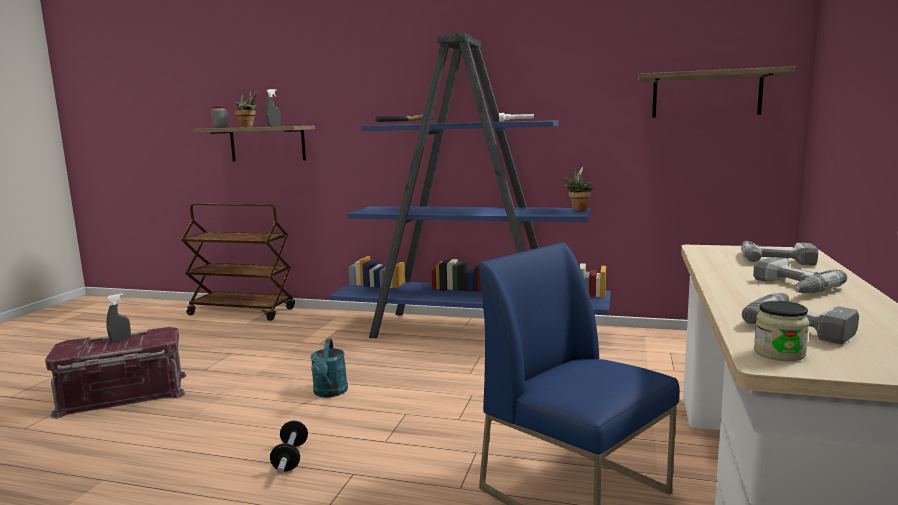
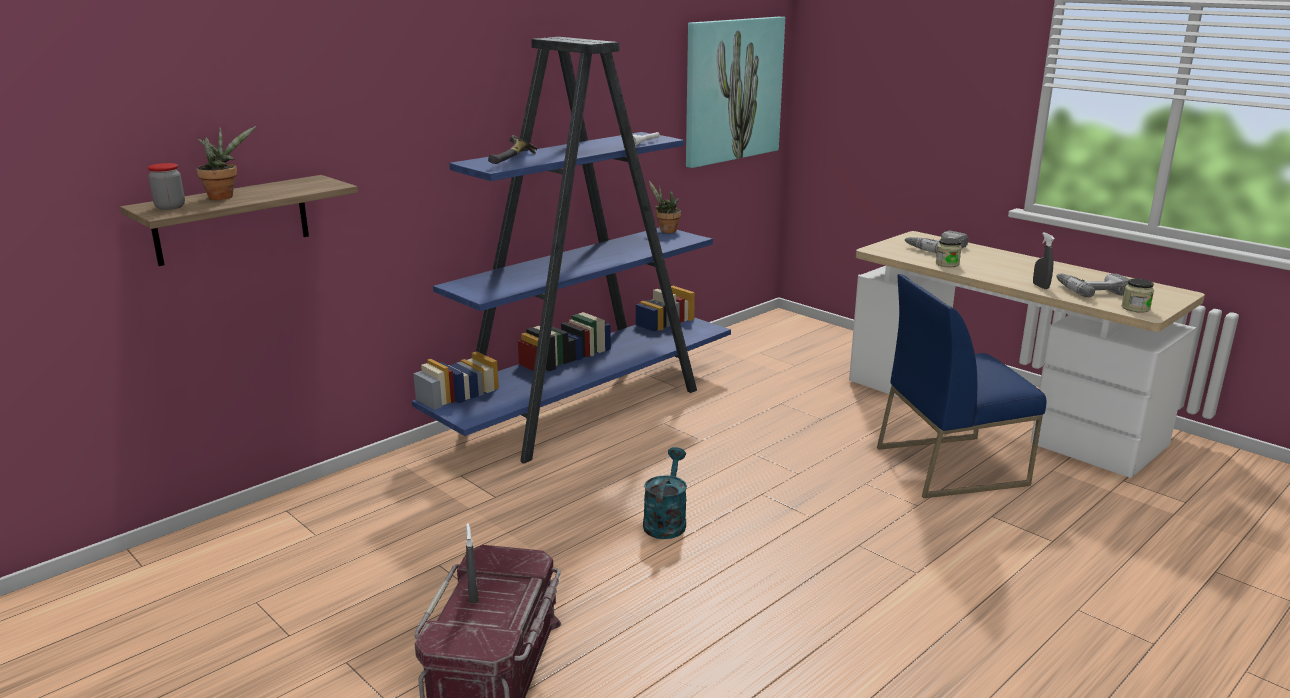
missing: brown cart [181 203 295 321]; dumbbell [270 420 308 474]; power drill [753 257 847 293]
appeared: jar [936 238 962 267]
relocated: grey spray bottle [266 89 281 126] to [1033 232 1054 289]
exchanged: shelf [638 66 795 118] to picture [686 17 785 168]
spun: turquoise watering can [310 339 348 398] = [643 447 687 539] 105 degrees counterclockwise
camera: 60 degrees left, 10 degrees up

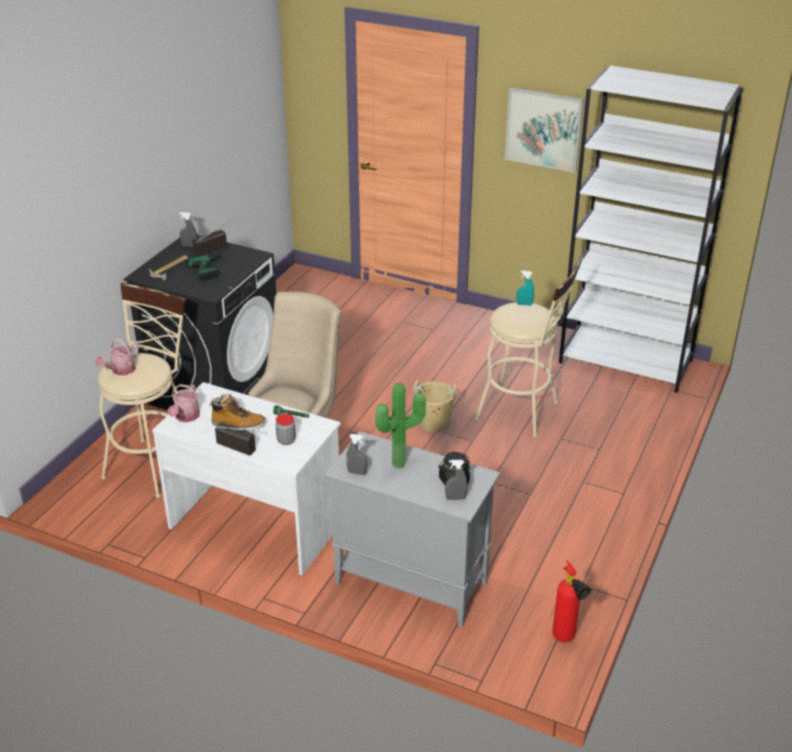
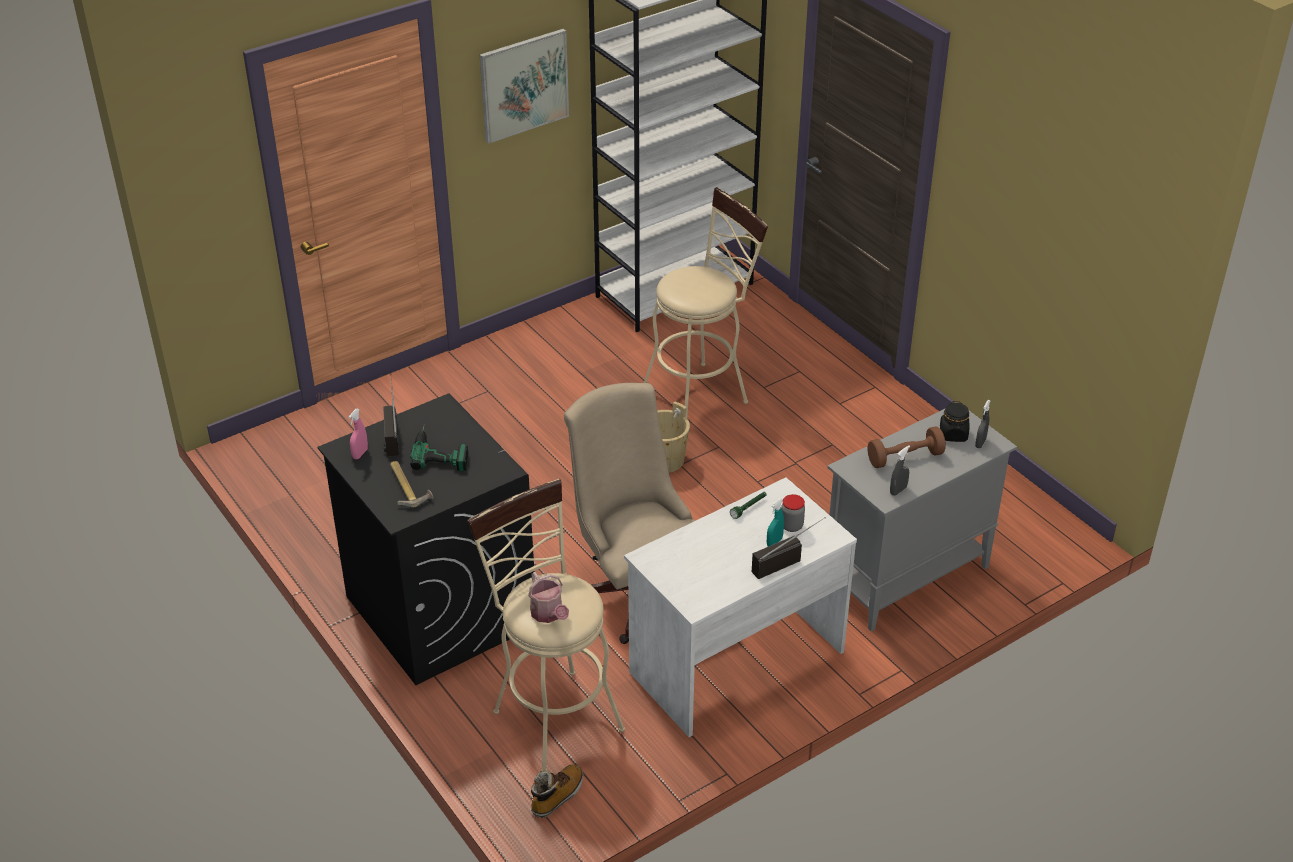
missing: watering can [168 384 200 422]; fire extinguisher [552 560 591 642]
relocated: boot [209 393 266 432] to [531 765 583 818]; turquoise spray bottle [517 271 534 306] to [767 498 784 546]
exchanged: potted plant [375 383 426 468] to brown dumbbell [868 426 946 468]
colour: grey spray bottle [179 212 197 247] to pink spray bottle [348 409 368 459]
camera: 60 degrees left, 5 degrees up

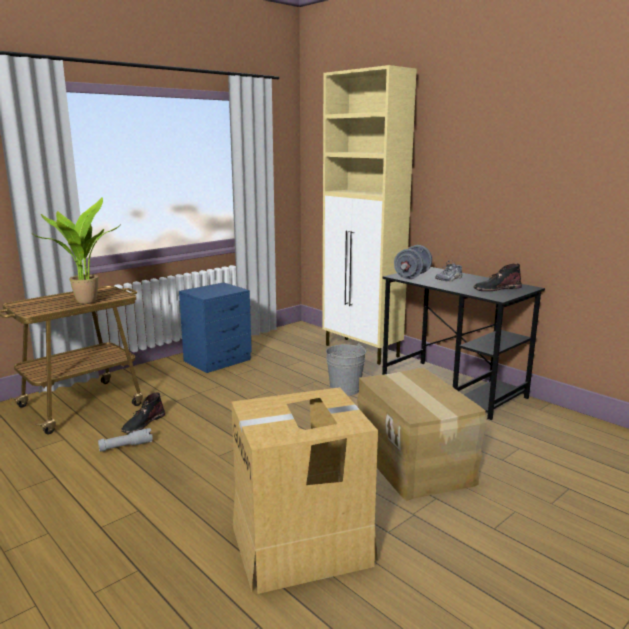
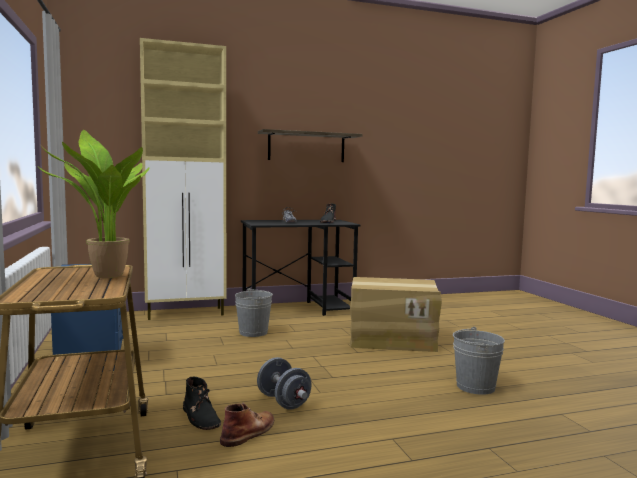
appeared: shelf [258 129 363 162]
relocated: grey dumbbell [394 245 432 279] to [257 357 312 410]
exchanged: grey flashlight [98 428 153 452] to brown boot [220 403 274 447]; cardboard box [231 387 378 594] to grey bucket [453 327 505 395]
camera: 65 degrees left, 10 degrees down

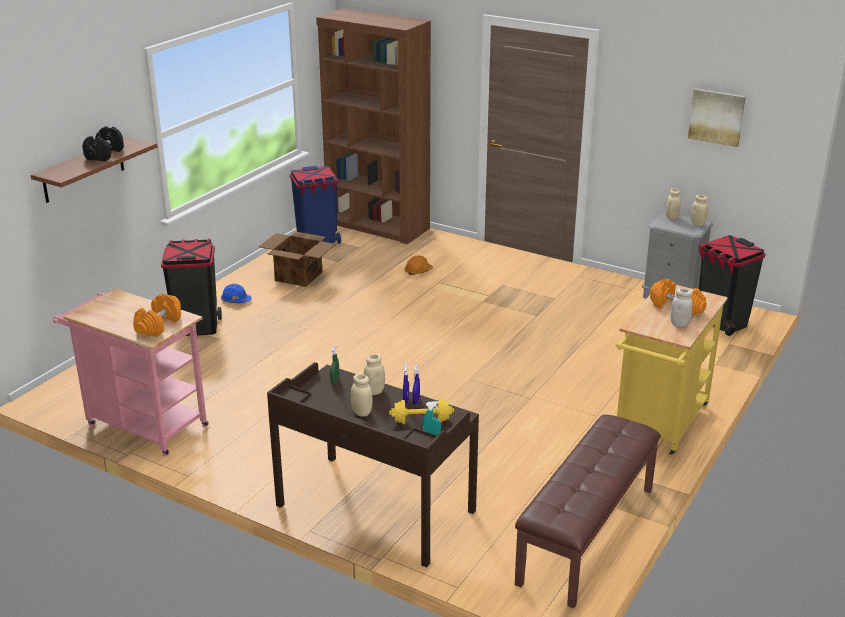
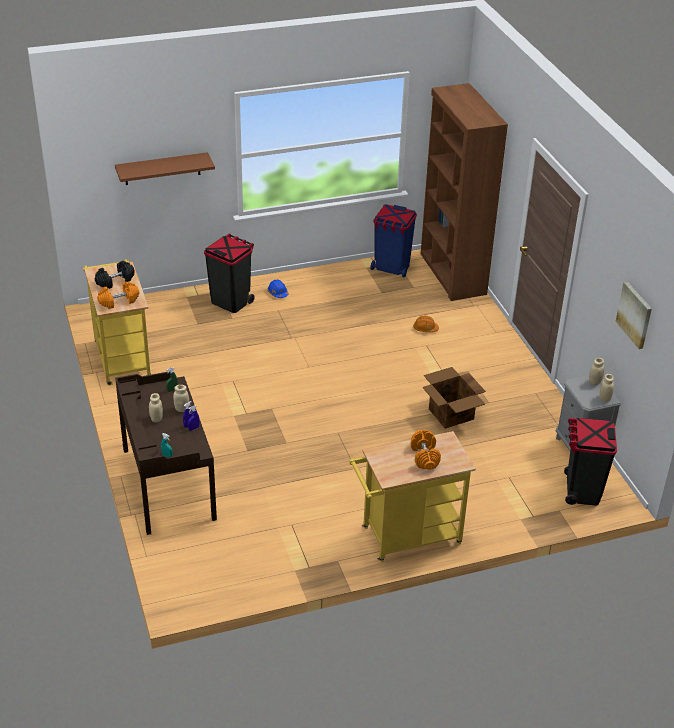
missing: yellow dumbbell [389 398 454 424]; brown bench [515 415 661 609]; white jar [671 288 692 327]
relocated: black dumbbell [82 126 124 161] to [95 261 135 289]; cardboard box [258 232 336 287] to [422 367 486 429]
colour: pink cart [53 289 209 457] to yellow cart [83 259 152 386]
camera: 40 degrees right, 10 degrees up

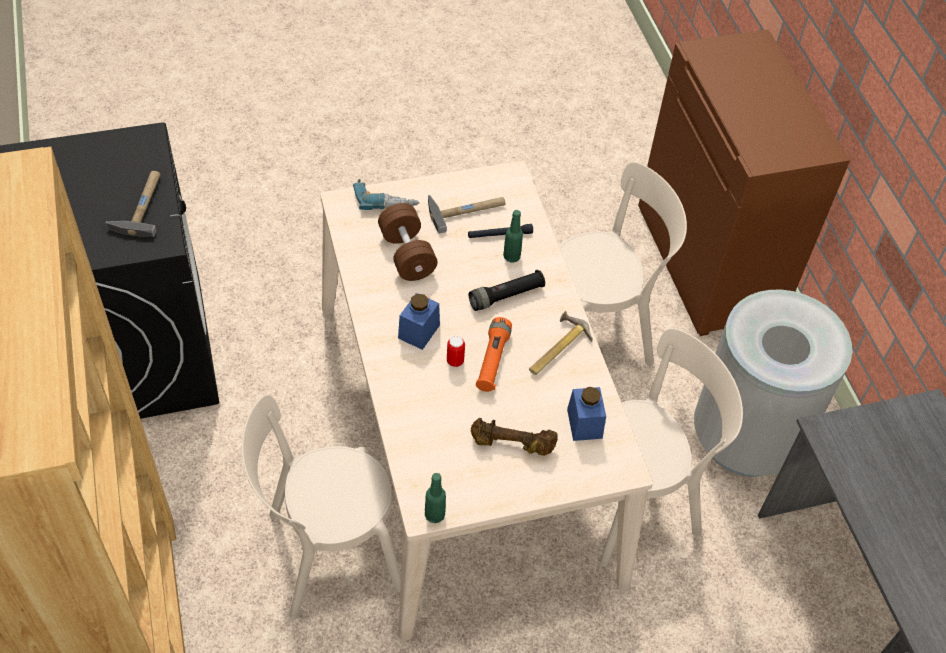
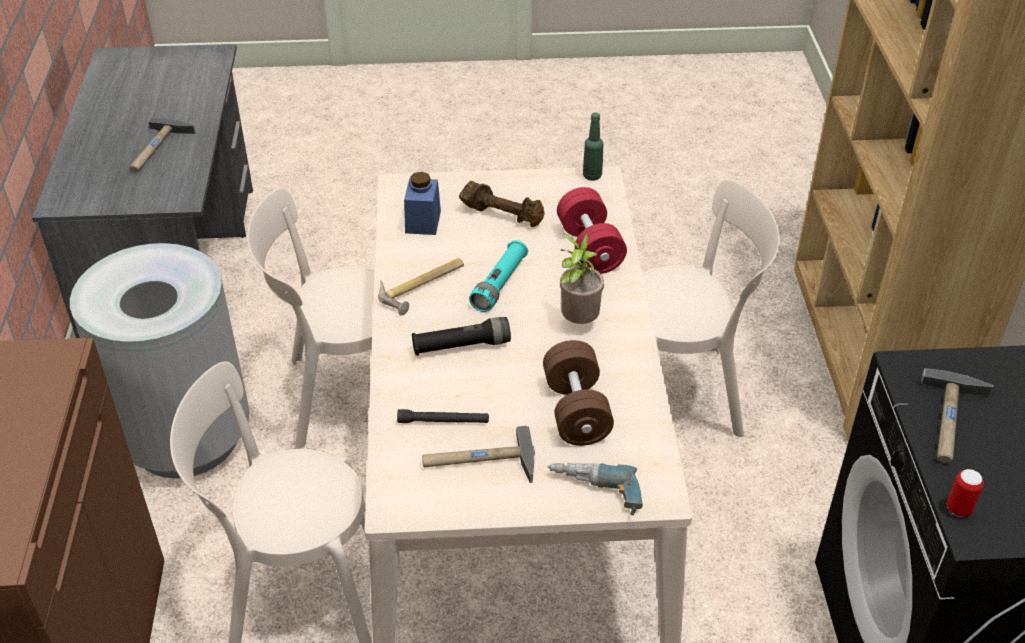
missing: green bottle [503 210 523 263]
appeared: hammer [129 117 196 172]; red dumbbell [557 187 627 274]
relocated: can [447 336 465 367] to [947 469 984 517]
exchanged: blue jar [398 293 440 350] to potted plant [559 232 604 324]
colour: orange flashlight [476 317 512 392] to turquoise flashlight [469 240 528 312]
camera: 165 degrees left, 10 degrees down

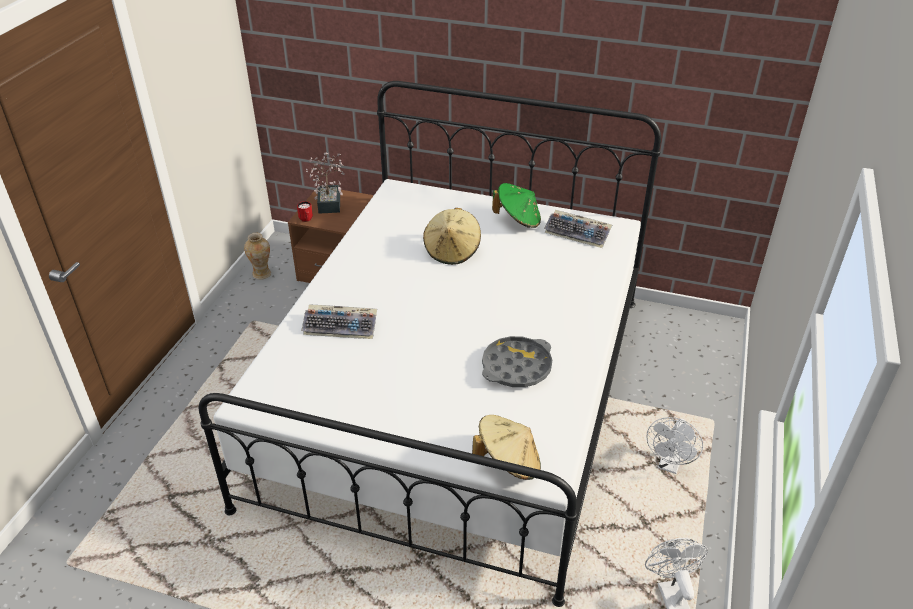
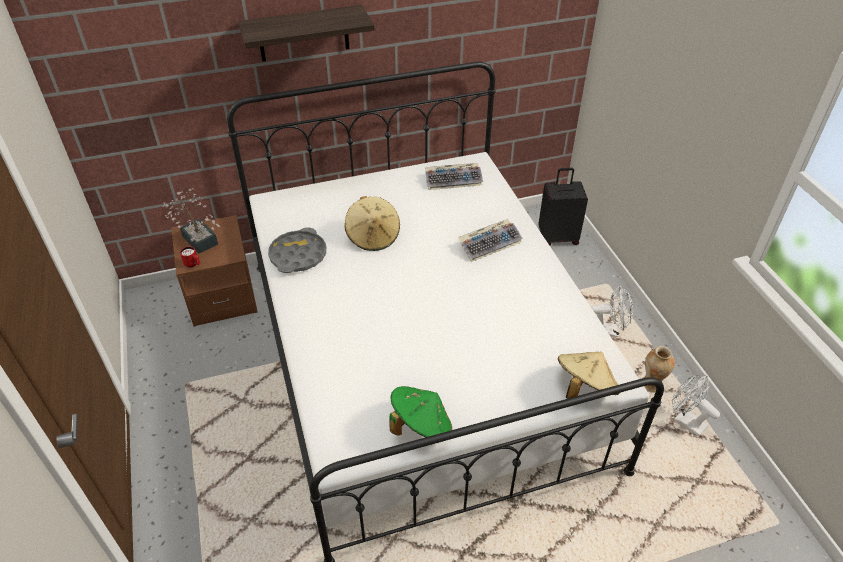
appeared: shelf [238 5 375 62]; black suitcase [538 168 588 246]
relocated: vase [244 233 271 280] to [644 346 675 393]; keyboard [301 304 377 339] to [458 219 523 262]; grey tray [482 336 552 387] to [268 227 326 273]; green hat [492 183 541 228] to [390 386 452 437]
spun: white fan [647 417 703 474] = [591 286 633 337] 75 degrees counterclockwise
camera: 35 degrees left, 5 degrees up

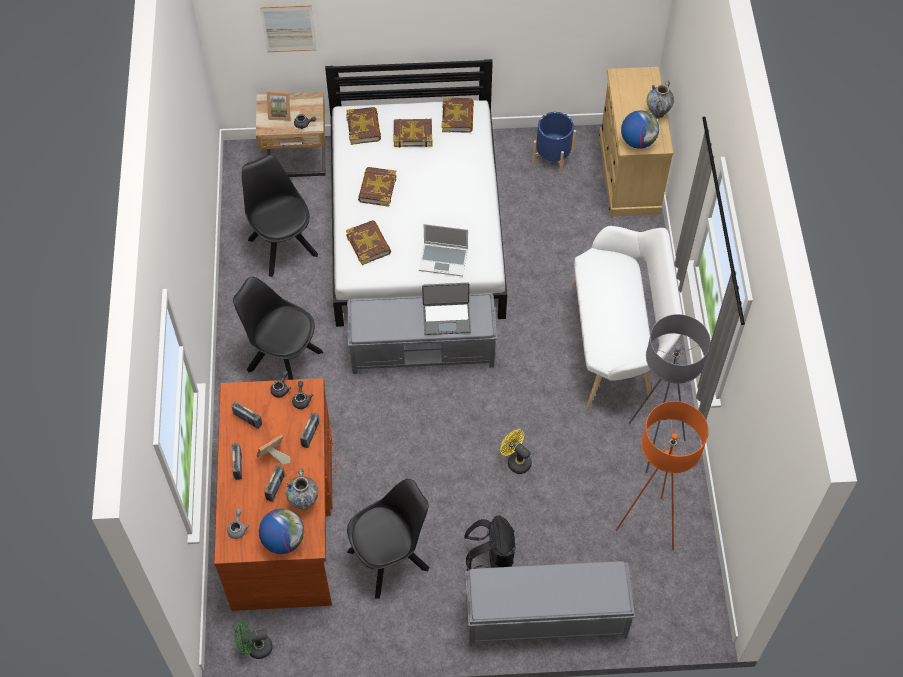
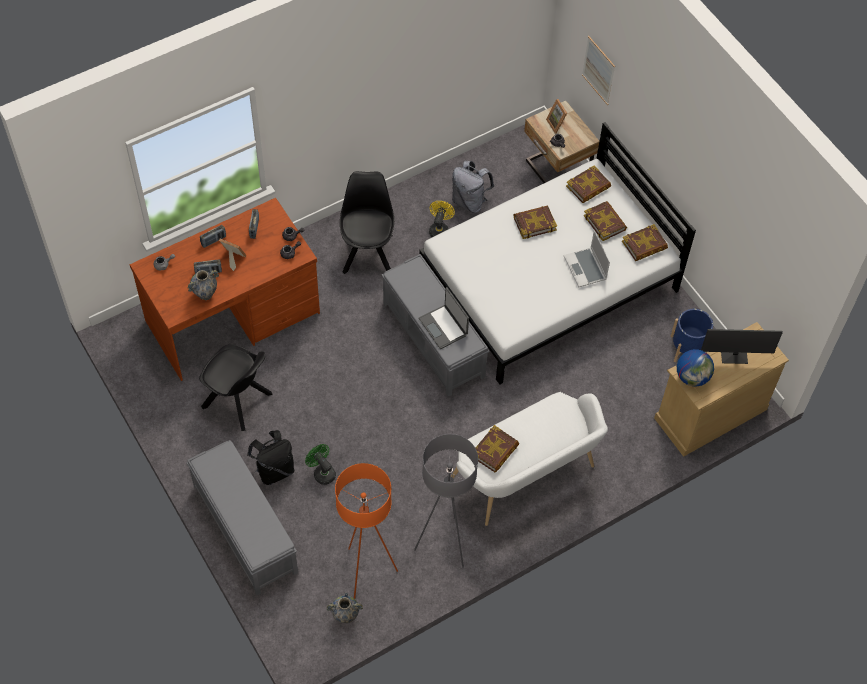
missing: globe [259 508 304 554]; radio [300 412 319 448]
appeared: monitor [701 329 783 364]
relocated: green fan [235 621 273 659] to [305 444 336 485]; book [346 220 391 265] to [475 425 519 472]; laptop [419 224 468 277] to [564 230 610 287]; yellow fan [500 429 532 474] to [429 201 455 237]; vase [647 80 674 119] to [326 593 363 623]
exchanged: black chair [242 155 318 277] to grey backpack [452 161 494 213]
camera: 60 degrees right, 0 degrees up

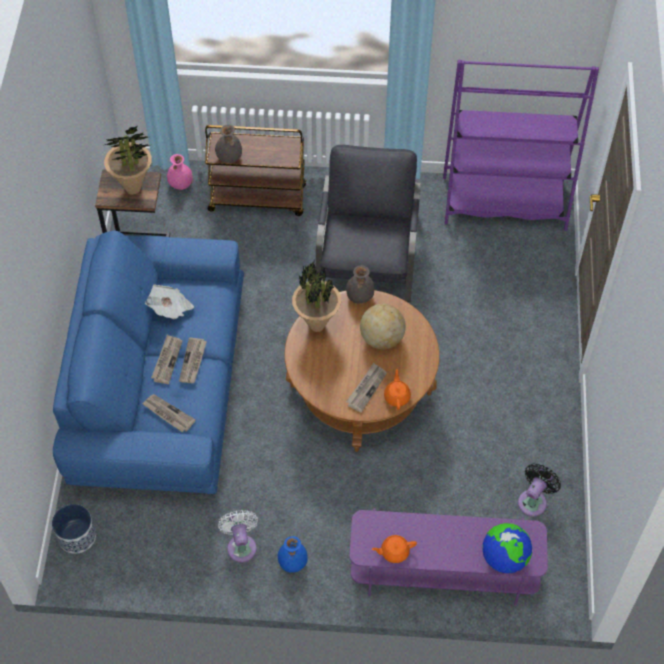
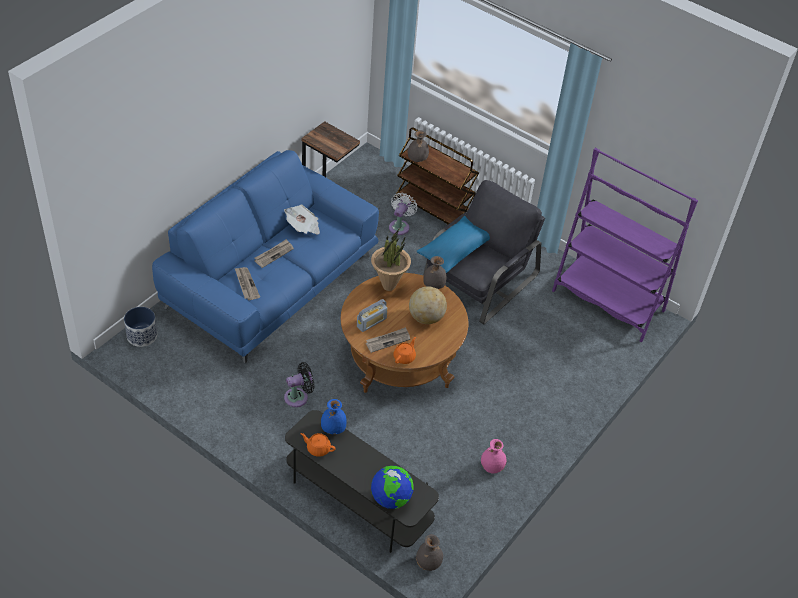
missing: potted plant [104 126 152 195]; newspaper [179 337 207 383]
appeared: radio [357 299 387 332]; grey vase [416 534 443 571]; blue pillow [417 216 490 273]
relocated: pink vase [167 154 193 190] to [481 439 507 473]; white fan [218 510 258 562] to [389 193 417 235]; blue vase [278 536 308 573] to [321 399 347 435]; black fan [518 464 561 516] to [284 362 315 407]
colour: purple tv stand [349 508 548 605] to grey tv stand [285 410 439 553]
camera: 30 degrees right, 10 degrees down

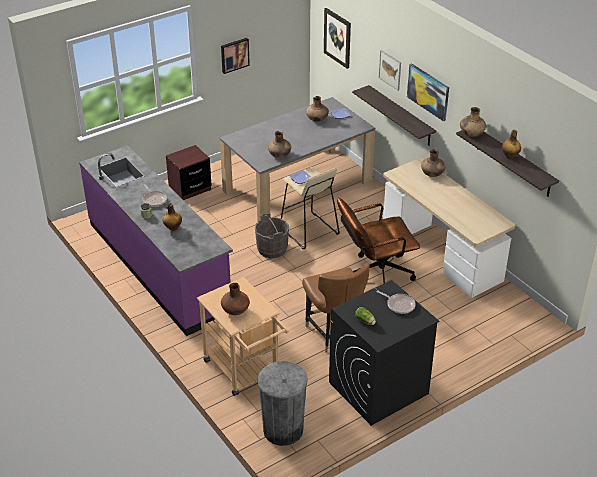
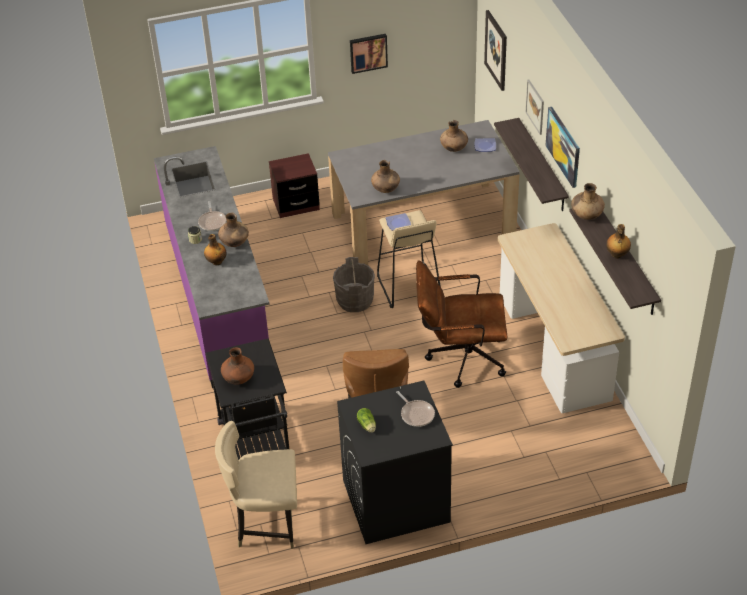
relocated: brown vase [421 149 445 177] to [218 213 249 247]
exchanged: grey trash can [257 361 308 446] to beige chair [215 421 297 549]
colour: beige cart [197 277 289 396] to black cart [205 338 290 460]
camera: 20 degrees right, 5 degrees up

